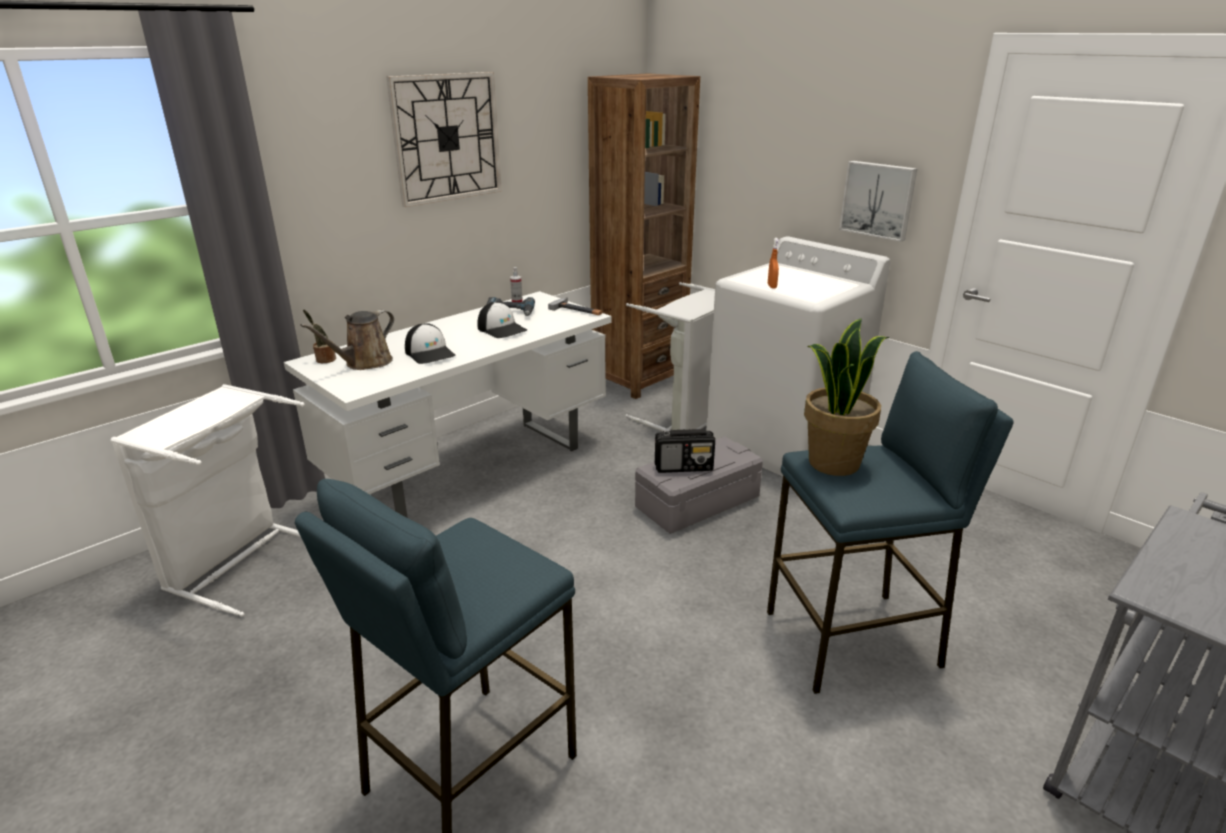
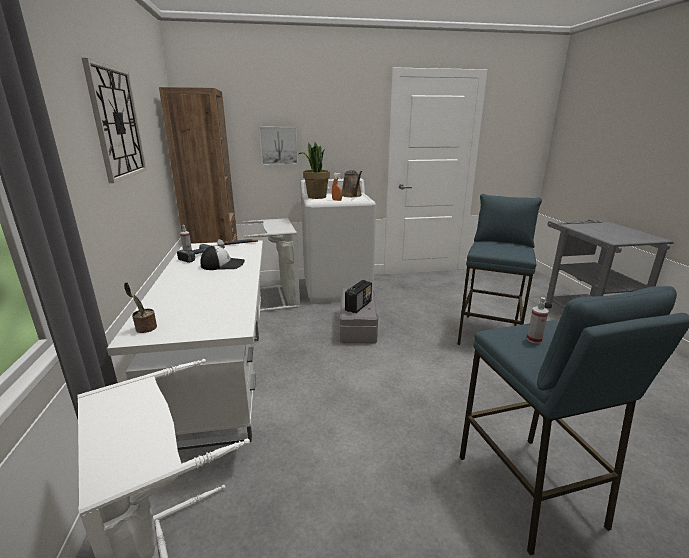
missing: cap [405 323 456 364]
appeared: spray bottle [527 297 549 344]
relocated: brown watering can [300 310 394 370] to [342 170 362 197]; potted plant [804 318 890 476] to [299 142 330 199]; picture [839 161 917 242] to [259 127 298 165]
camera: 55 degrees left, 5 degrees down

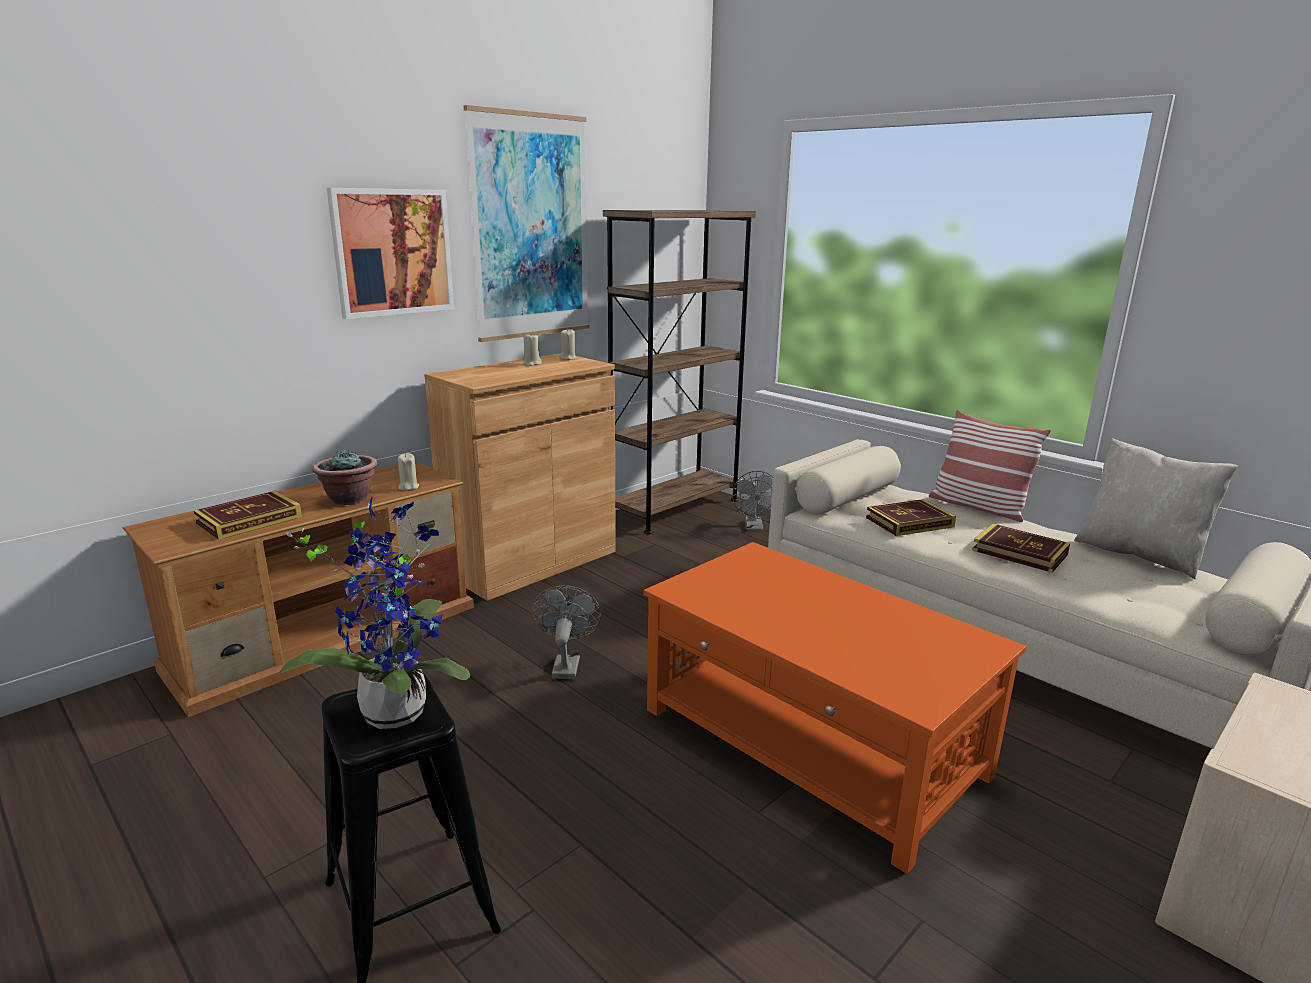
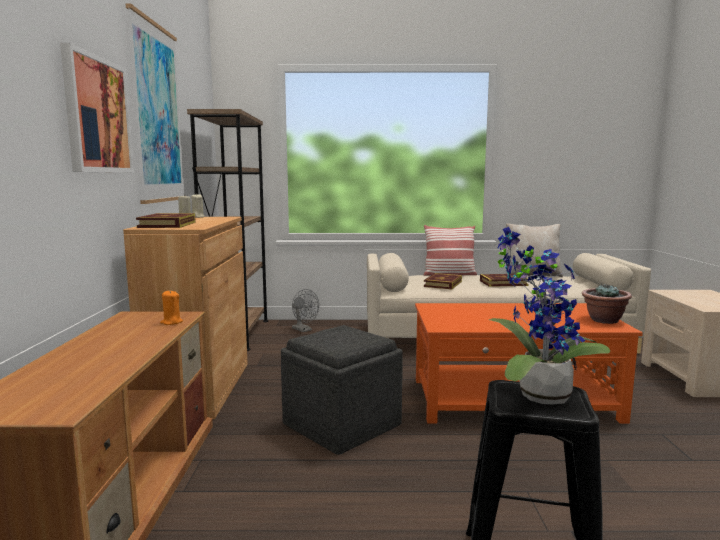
relocated: book [194 491 302 540] to [136 213 196 228]; potted plant [312 450 377 505] to [582 283 632 324]
exchanged: grey fan [532 585 601 679] to grey ottoman [281 325 403 455]
colour: beige candle [398 453 419 491] to orange candle [160 291 183 325]
camera: 45 degrees left, 10 degrees down

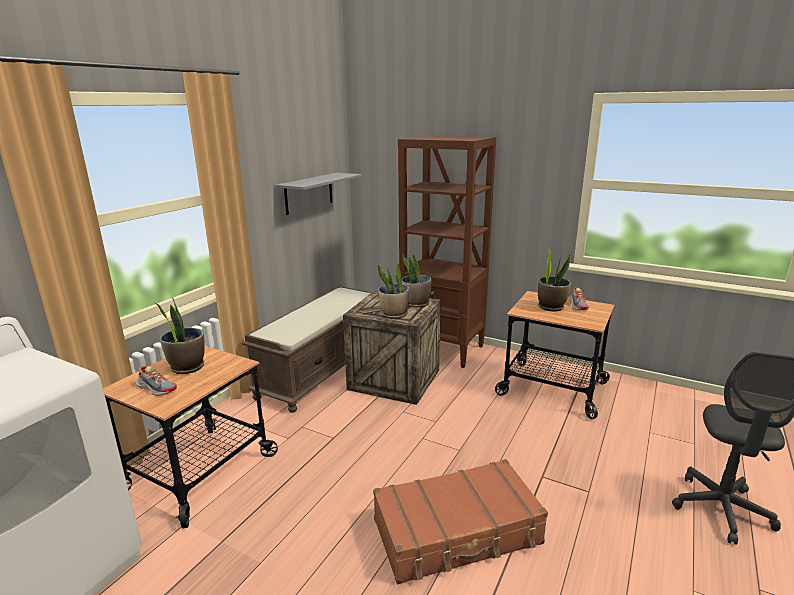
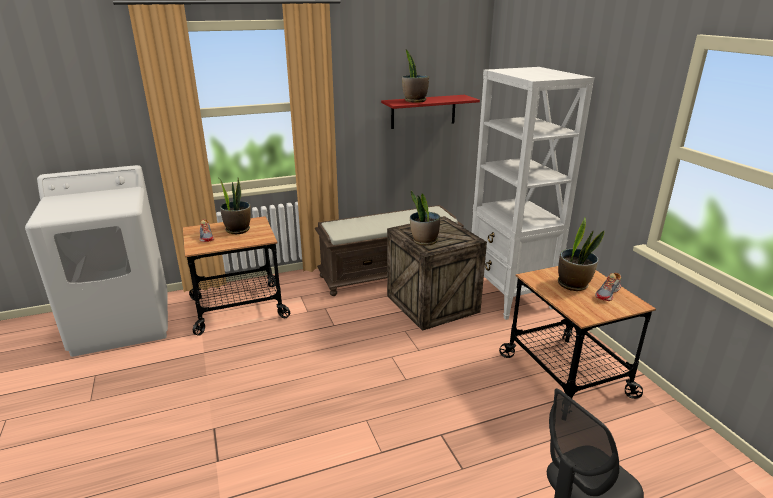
missing: brown suitcase [373 459 548 584]
relocated: potted plant [402 254 432 308] to [402 49 429 103]
colour: grey shelf [275 173 362 215] to red shelf [381 95 480 129]; brown bookcase [398 136 496 368] to white bookcase [472 67 594 320]
camera: 40 degrees right, 5 degrees up

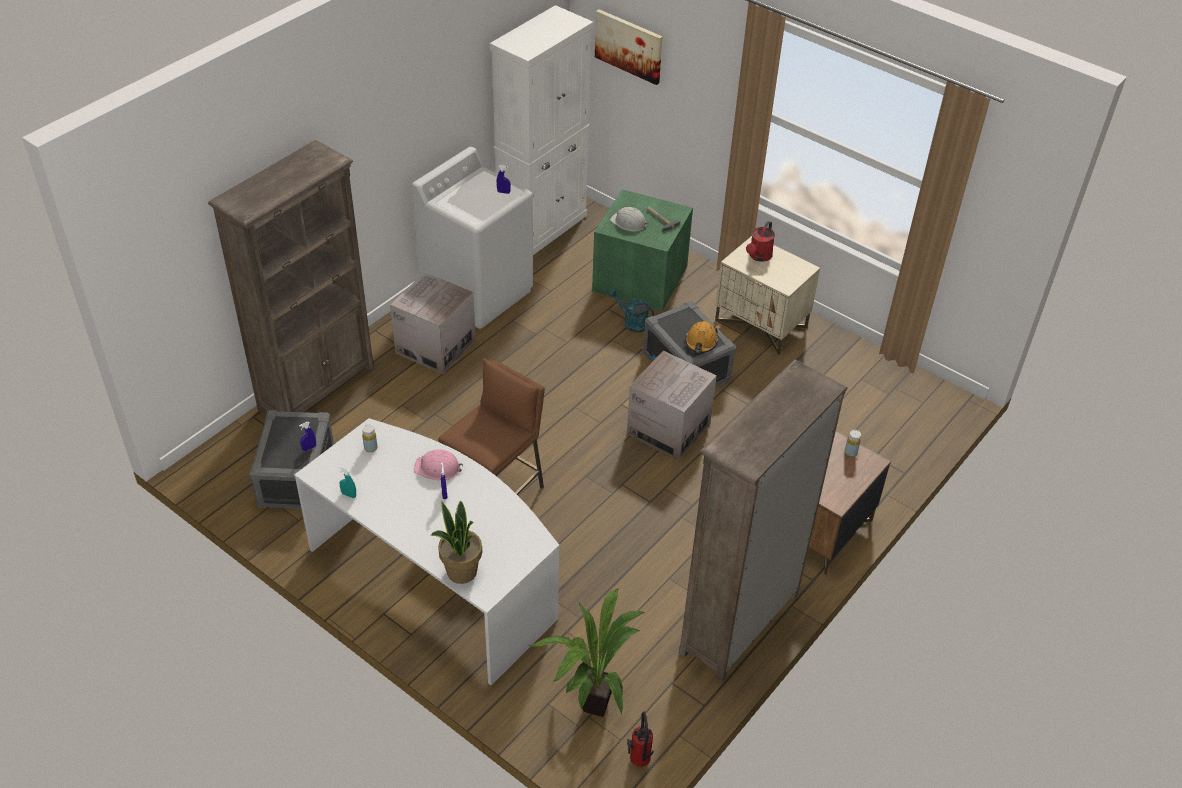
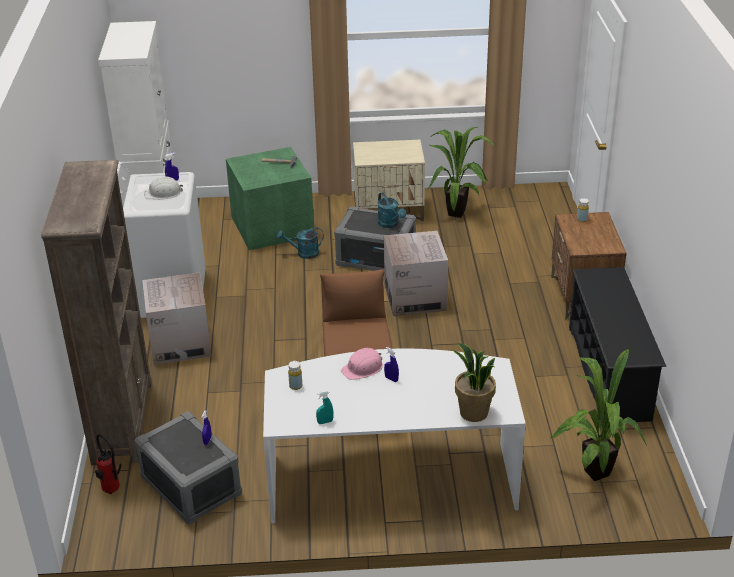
missing: picture [595 9 663 85]; red watering can [746 221 775 262]
appeared: potted plant [429 127 495 218]
relocated: white hard hat [610 207 648 232] to [144 177 183 199]; fire extinguisher [627 711 654 767] to [95 434 121 494]
exchanged: brown bookcase [679 359 847 682] to black shoe rack [569 267 666 423]; orange hard hat [685 321 718 353] to turquoise watering can [378 192 406 228]
camera: 40 degrees left, 10 degrees down

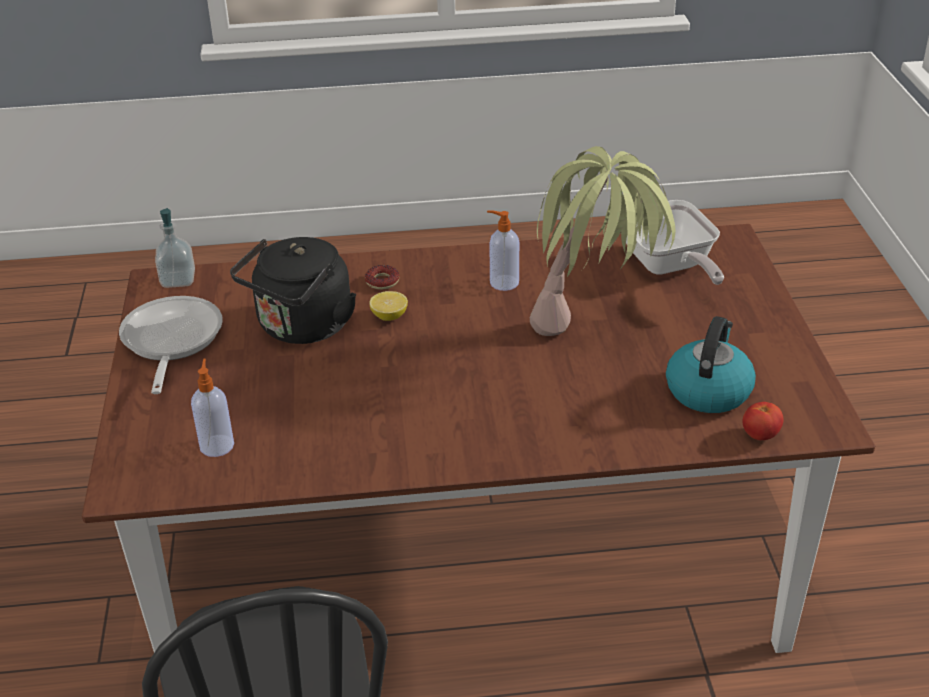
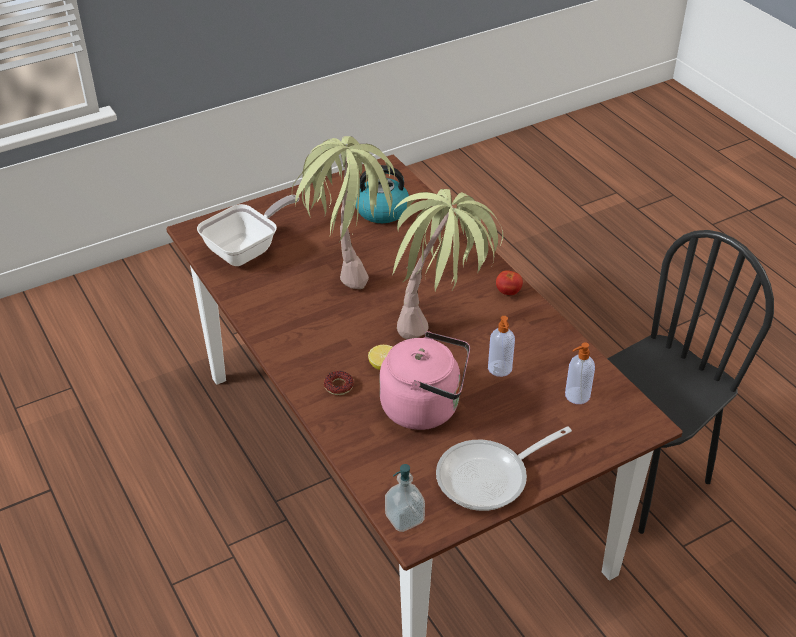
appeared: potted plant [392 189 503 339]
relocated: soap dispenser [487 210 519 291] to [488 316 515 377]; tomato [742 402 784 440] to [496 270 523 295]
colour: black kettle [230 237 356 344] to pink kettle [380 331 470 430]
camera: 115 degrees left, 5 degrees up

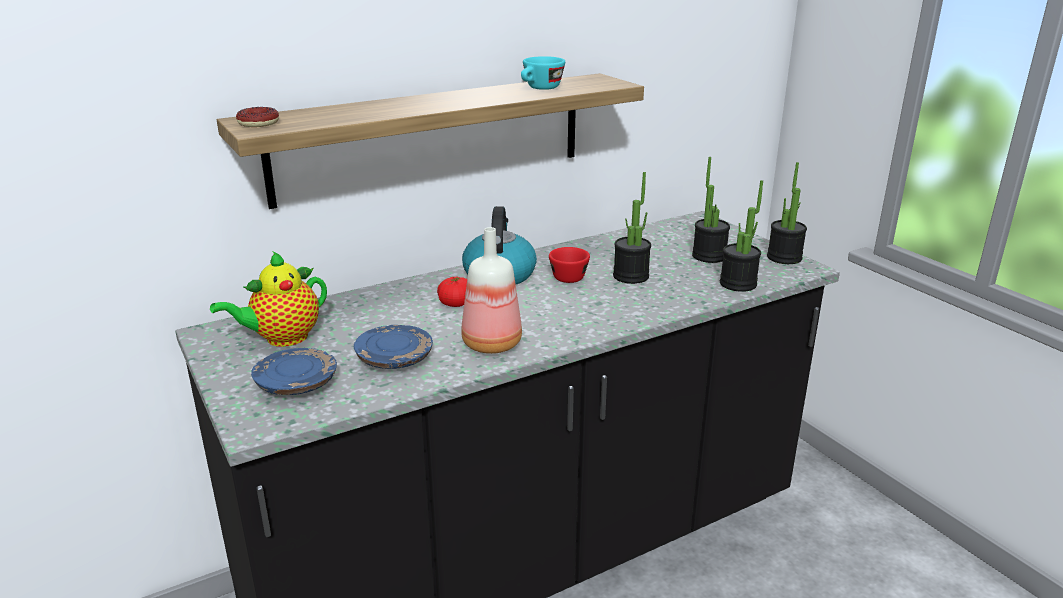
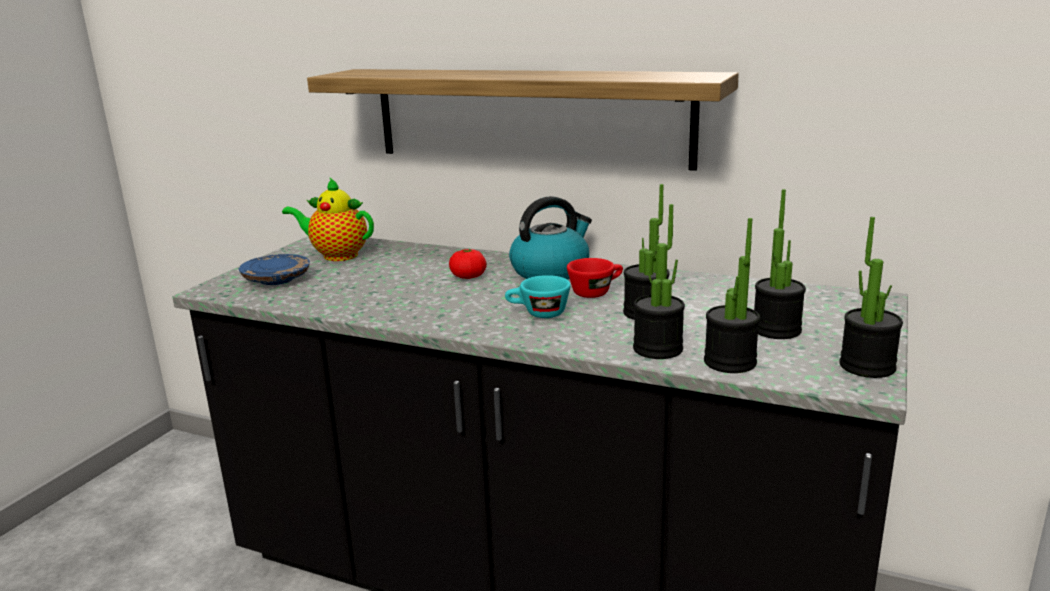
missing: donut [236 107 279 127]; blue plate [354 325 433 369]; bottle [461 227 522 354]
appeared: potted plant [633 204 685 359]
relocated: turquoise cup [521 56 565 90] to [505 275 571 318]
camera: 55 degrees right, 5 degrees down

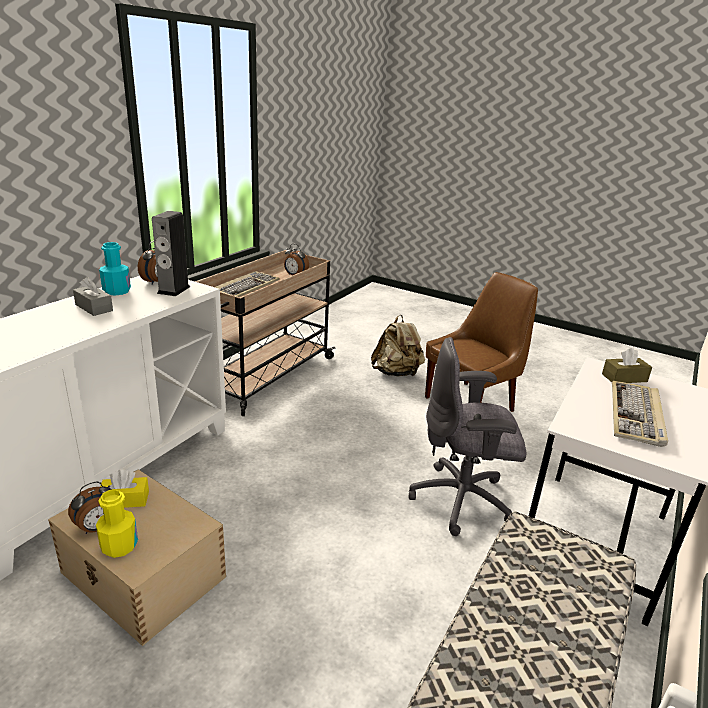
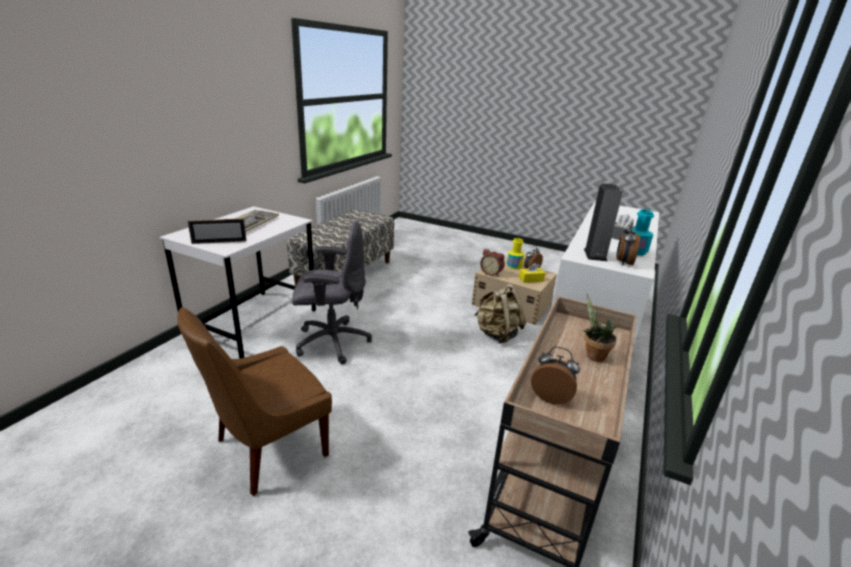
appeared: alarm clock [480 249 505 277]
relocated: beige backpack [371 315 425 376] to [474 284 526 344]
exchanged: keyboard [215 271 280 297] to potted plant [583 293 618 362]; brown tissue box [602 348 652 383] to picture frame [188 218 247 244]
camera: 175 degrees right, 0 degrees up

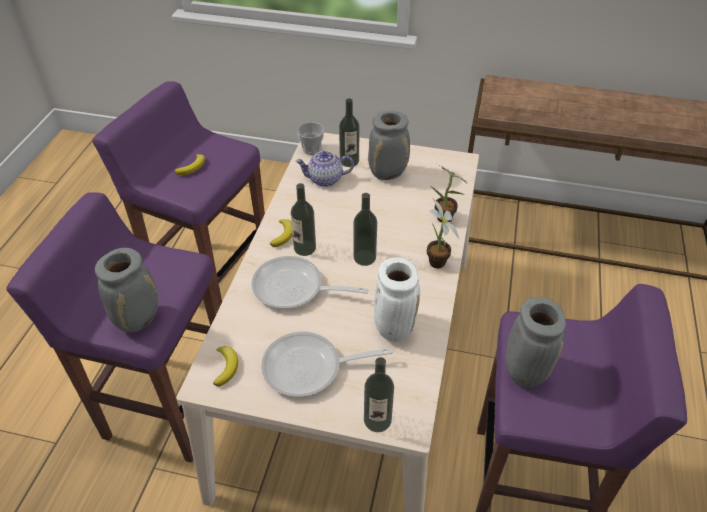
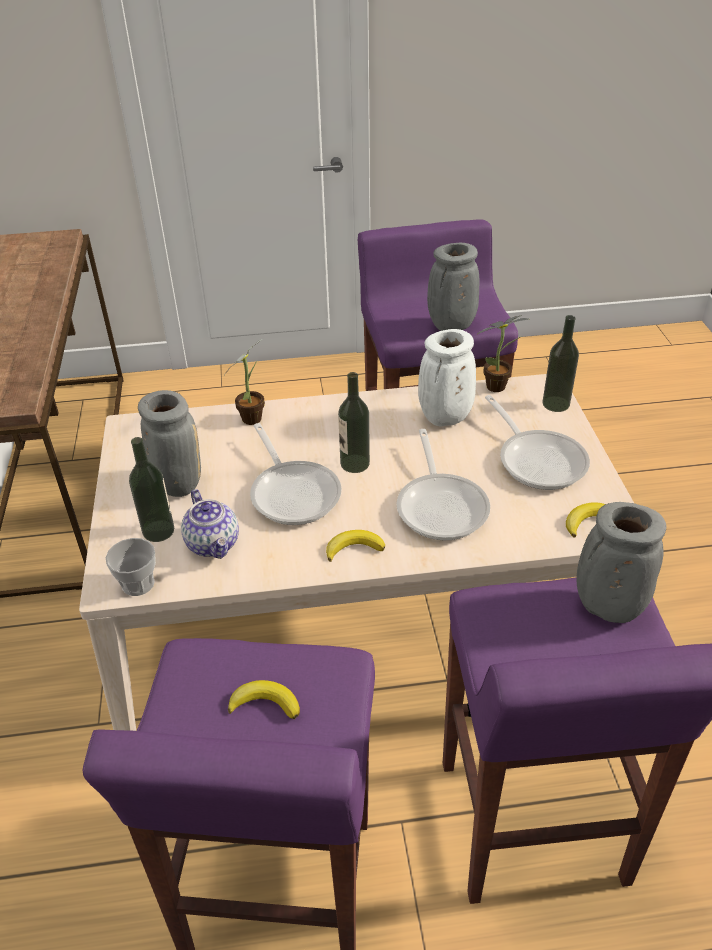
missing: bottle [291 183 316 256]
appeared: frying pan [250 423 342 525]
relocated: potted plant [427 198 459 268] to [477 315 529 392]
camera: 110 degrees left, 5 degrees down

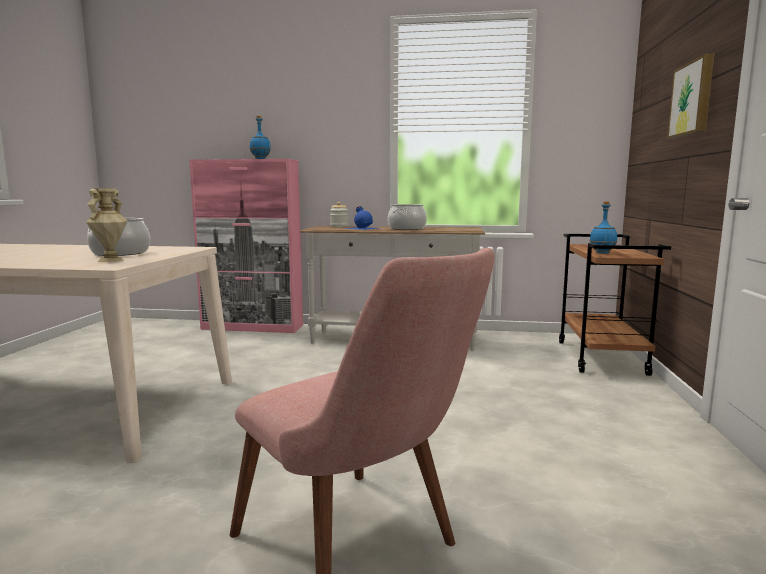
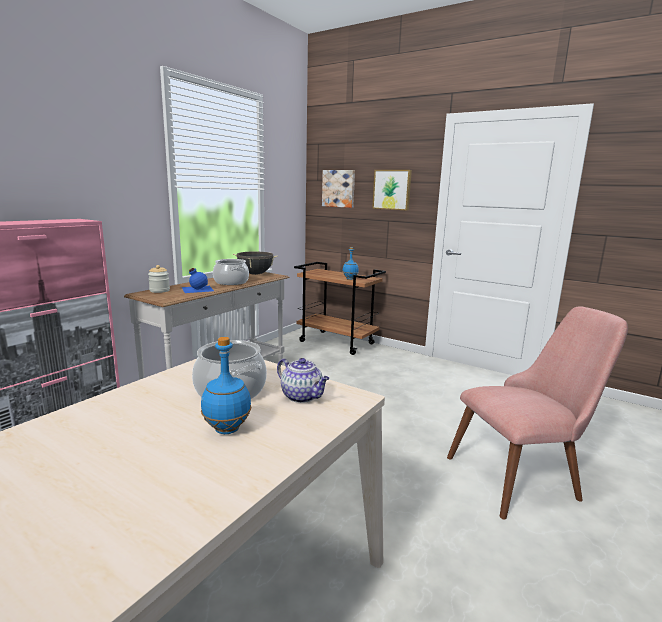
appeared: black cooking pot [233 252 277 275]; picture [322 170 355 208]
relocated: blue bottle [250 116 271 159] to [201 337 252 434]
exchanged: beige vase [86 188 128 262] to teapot [277 358 330 403]
camera: 65 degrees left, 5 degrees up

